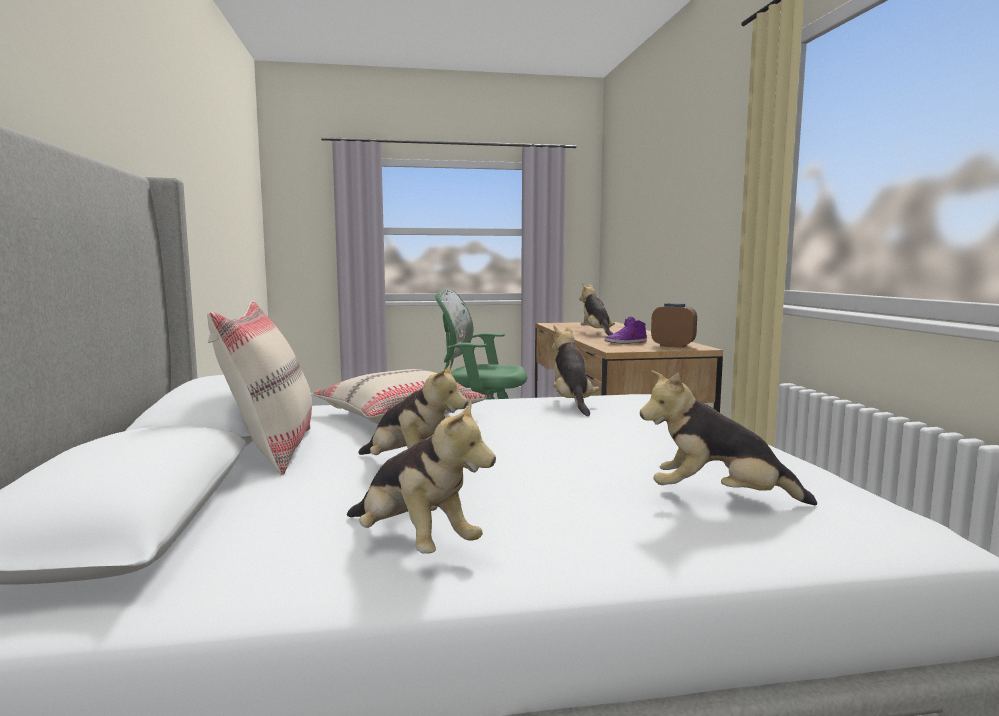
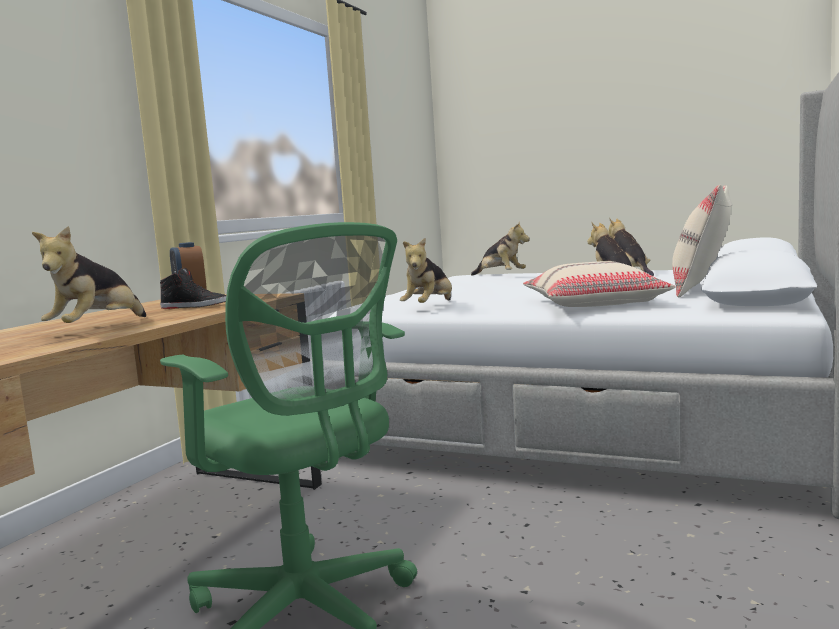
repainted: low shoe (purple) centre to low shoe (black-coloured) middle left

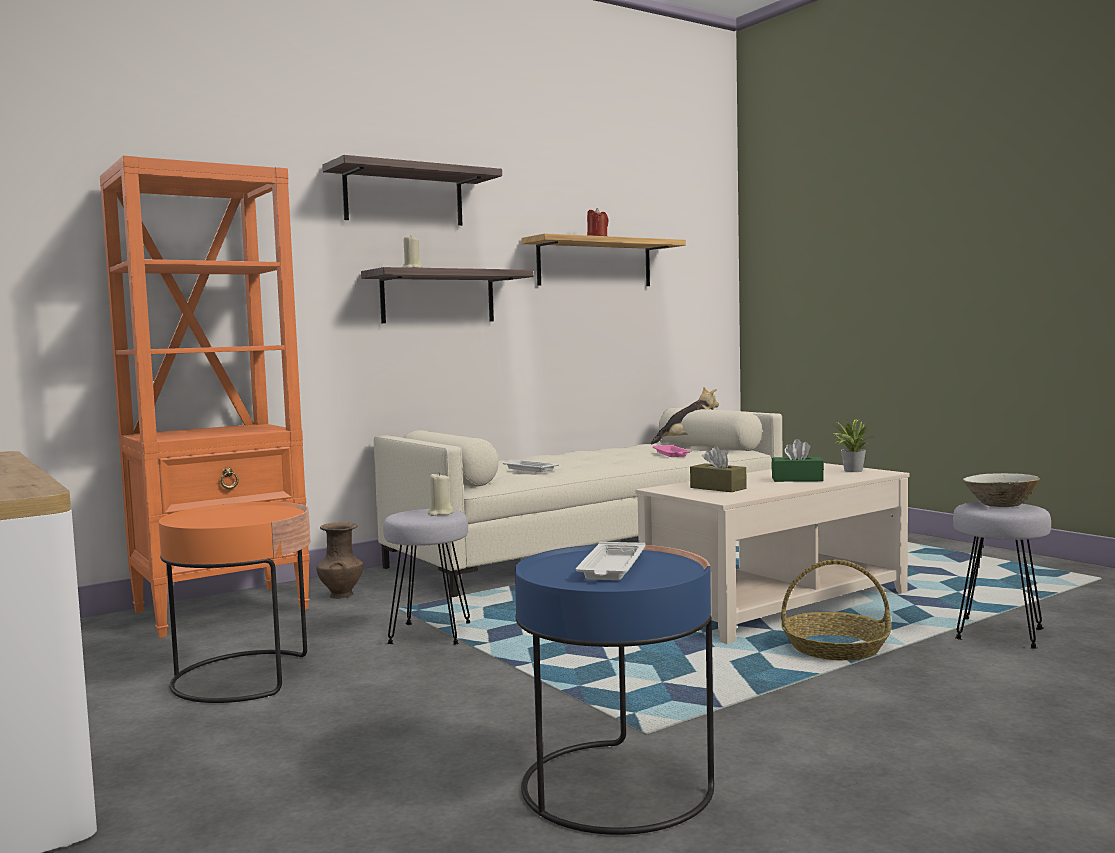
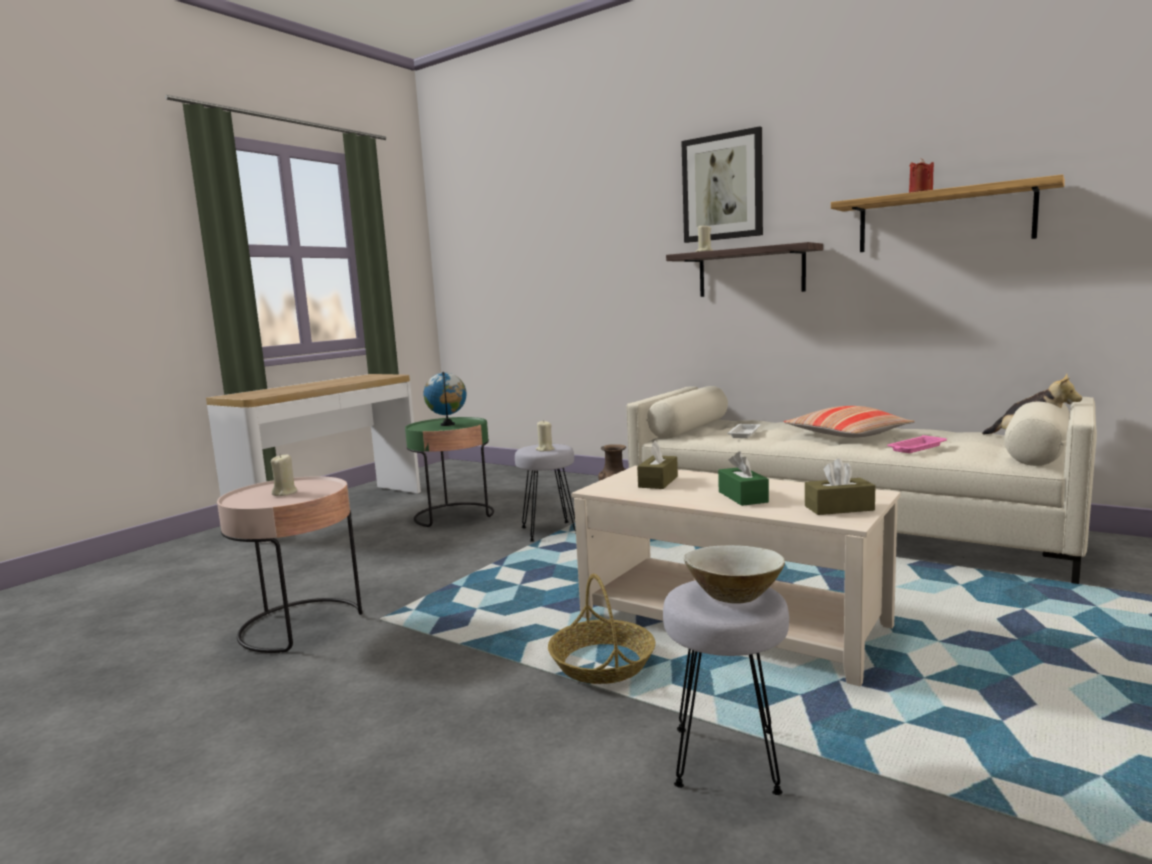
gone: bookshelf (orange-coloured) middle left
new: world globe centre; cushion middle right
swapped: bracket shelf (no. 1 from left) top centre to wall picture top centre; carrying tray (white) (no. 2 from left) centre to wax light (sand-coloured) (no. 1 from left) middle left; houseplant middle right to tissue box (brownish) (no. 2 from left) middle right
repainted: accent table (orange-coloured) bottom left to accent table (greenish) centre; accent table (bluish) bottom centre to accent table (pink-coloured) middle left

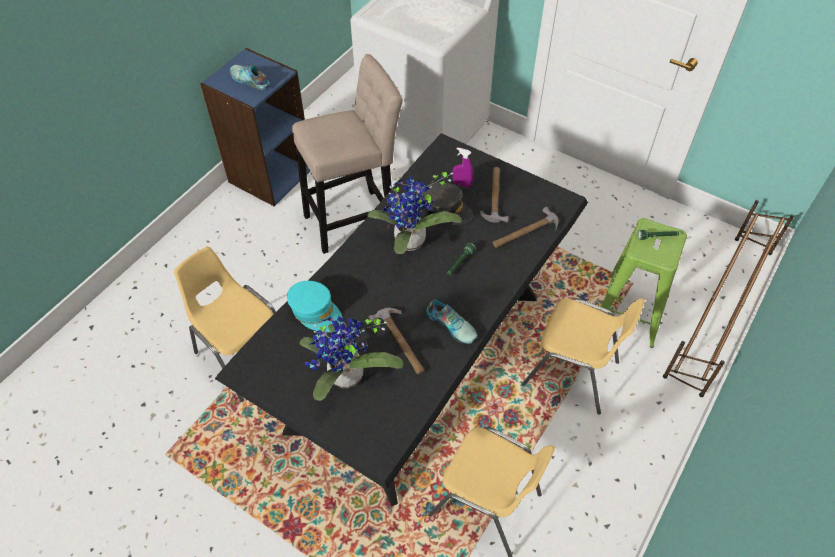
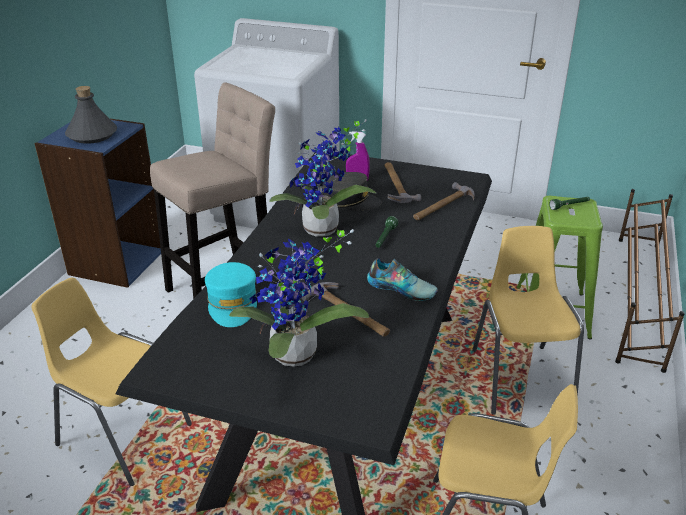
swapped: low shoe (no. 1 from left) top left to bottle (grey) top left
rotated: peaked cap (blue-green) centre = centre 60 degrees clockwise; chair (yellowish) (no. 3 from left) middle right = middle right 105 degrees counterclockwise

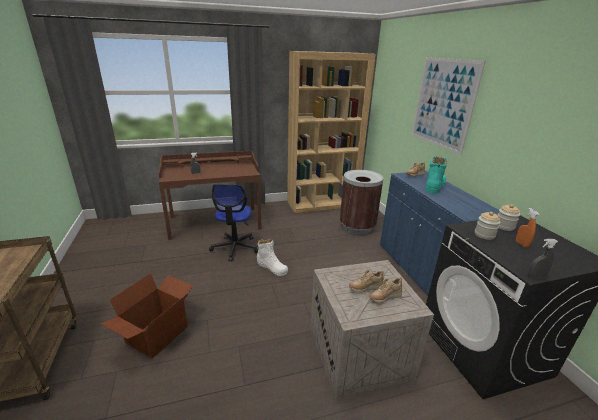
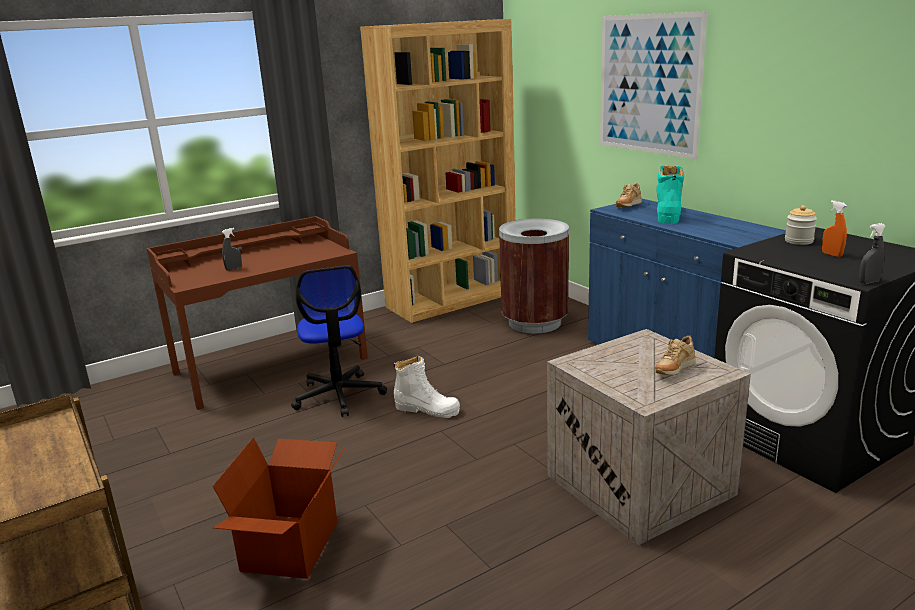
gone: low shoe (sand-coloured) (no. 1 from left) bottom centre; jar (no. 1 from left) middle right

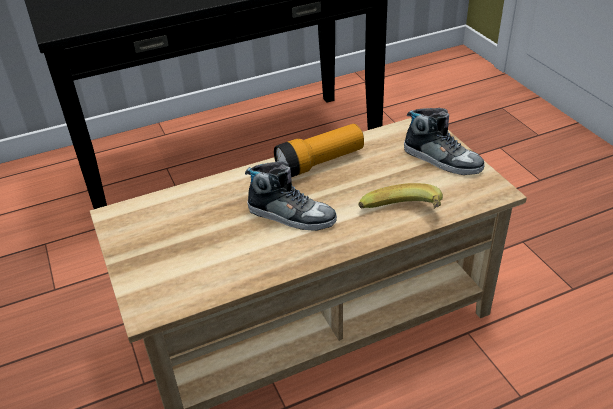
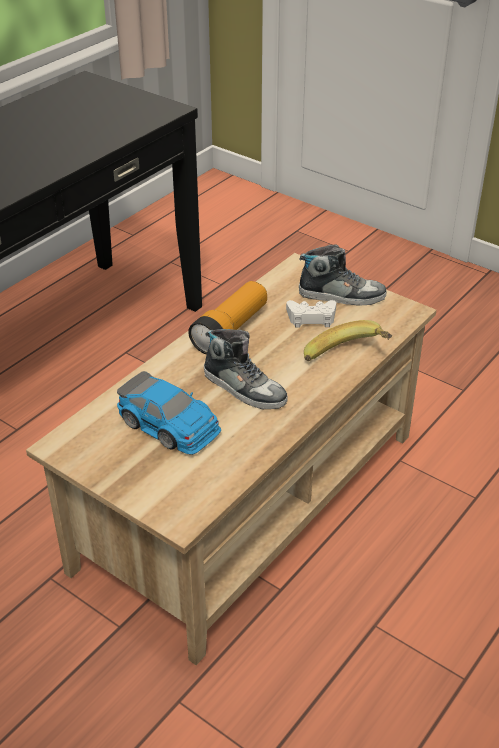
new: toy car centre; gamepad (white) centre
rotated: low shoe (no. 1 from left) centre = centre 45 degrees clockwise

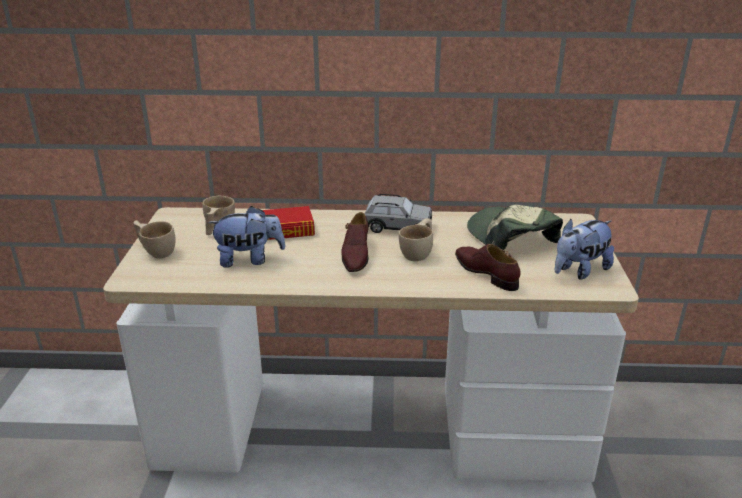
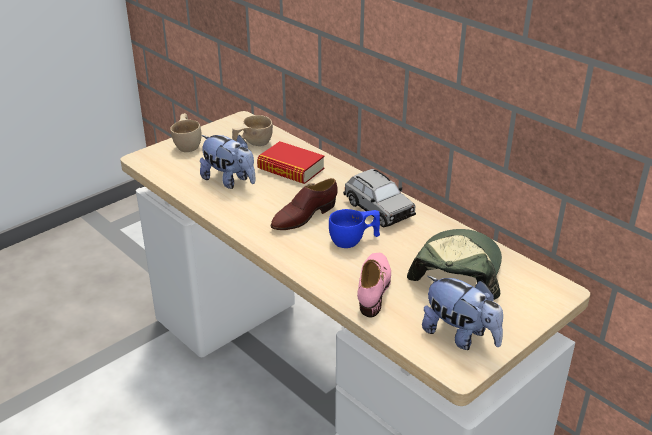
repainted: small cup (sand-coloured) (no. 3 from left) centre to small cup (bluish) centre; low shoe (brownish) (no. 2 from left) centre to low shoe (pink-coloured) centre
rotated: plush toy (no. 2 from left) middle right = bottom right 150 degrees counterclockwise

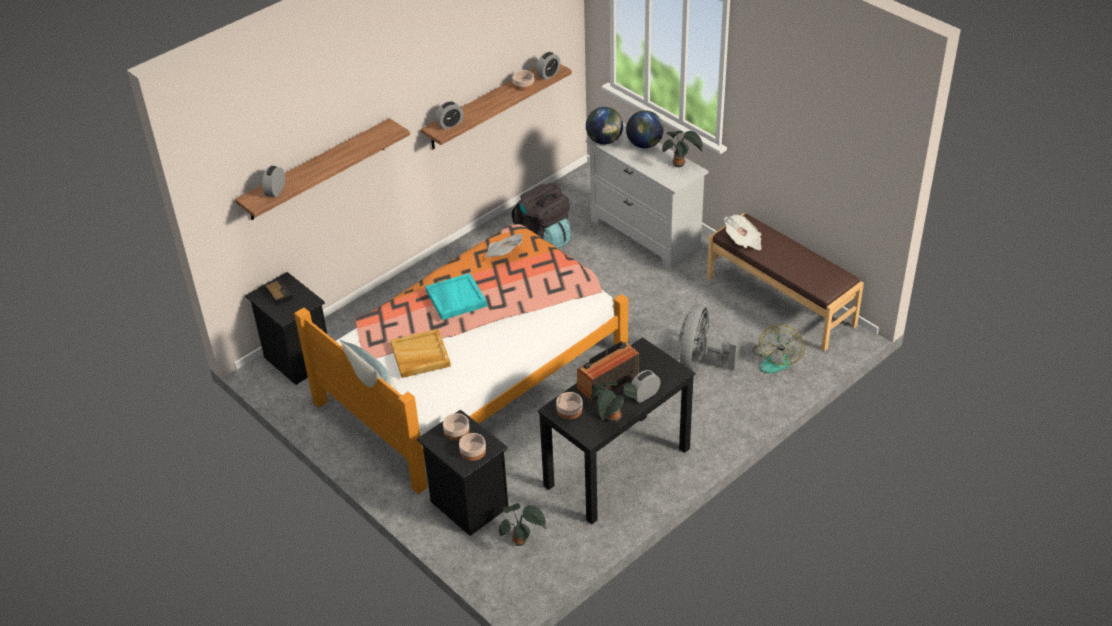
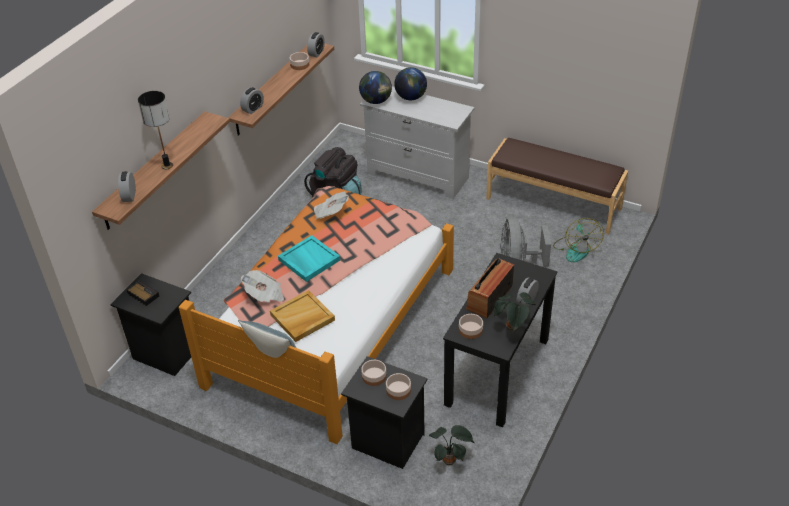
gone: houseplant (no. 3 from left) top centre
new: table lamp top left
shifted: daily paper (no. 2 from left in the first image) middle right to daily paper (no. 1 from left) middle left

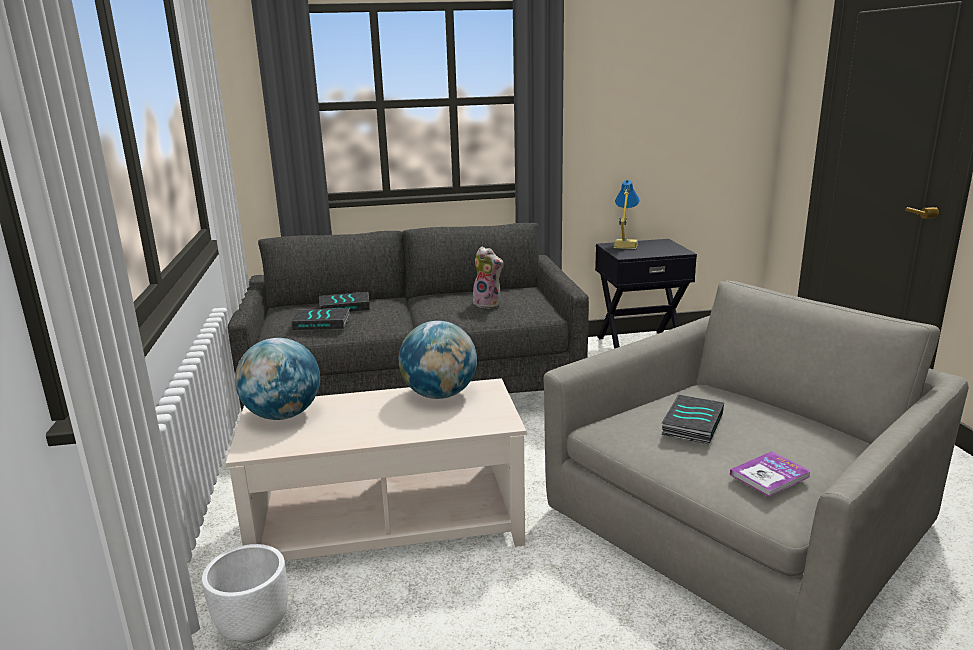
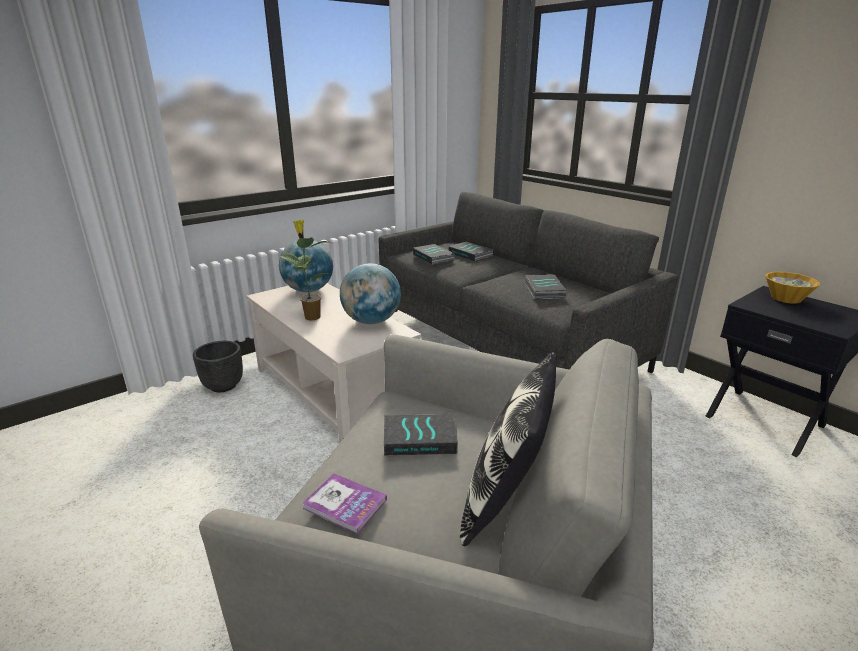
new: houseplant centre; cushion bottom centre
swapped: plush toy centre to bound book (no. 5 from left) centre; table lamp top centre to serving bowl middle right
repainted: planter (white) bottom left to planter (black-coloured) middle left

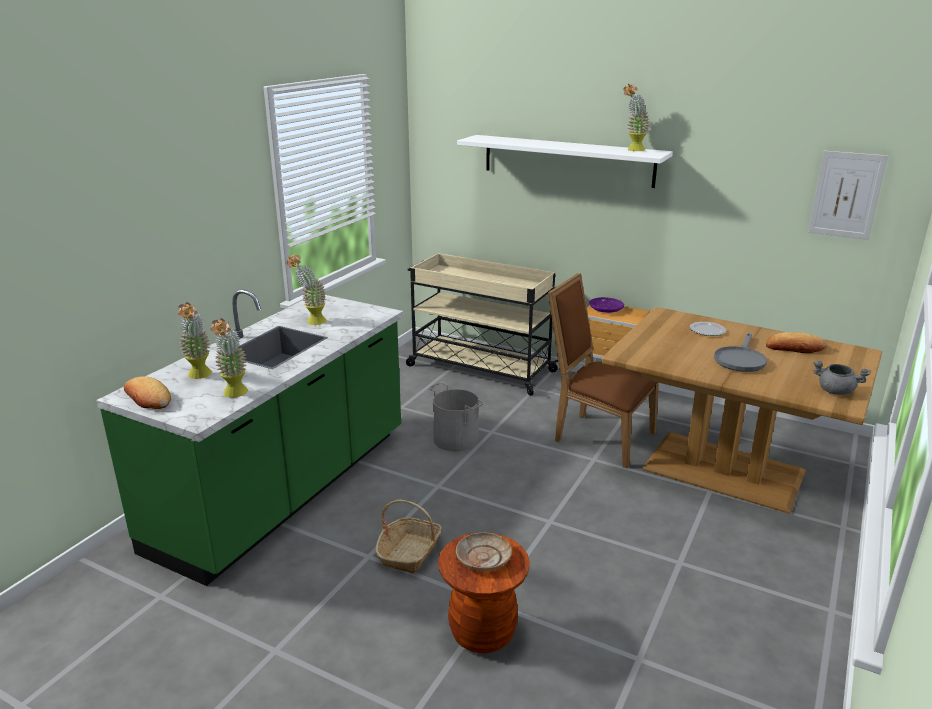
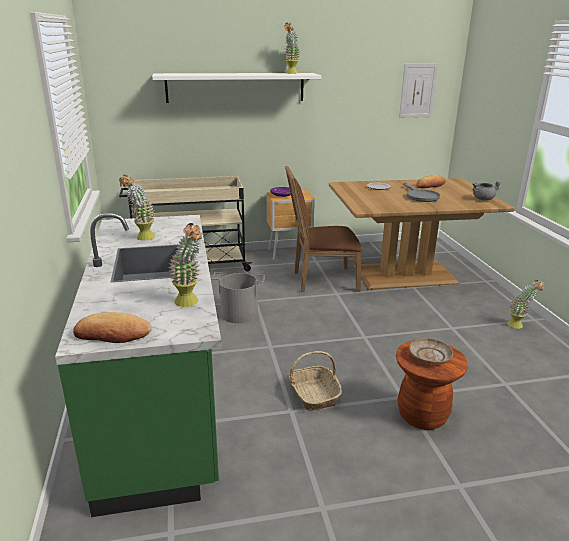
shifted: houseplant (no. 1 from left in the first image) middle left to houseplant (no. 4 from left) middle right

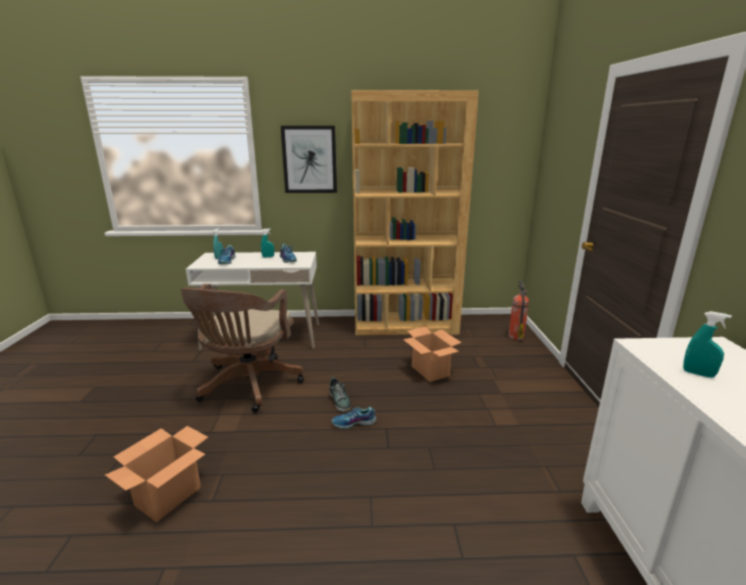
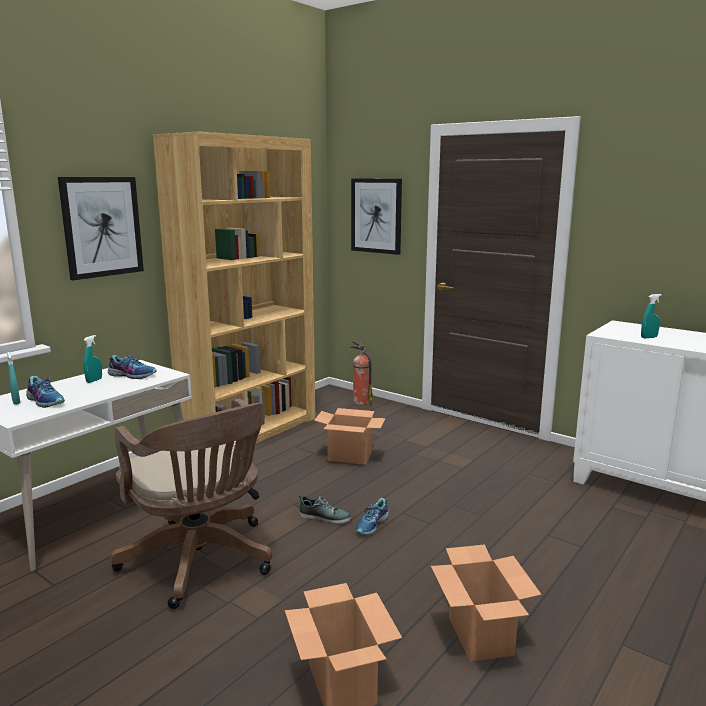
new: wall picture (no. 2 from left) top centre; cardboard box (no. 3 from left) bottom right

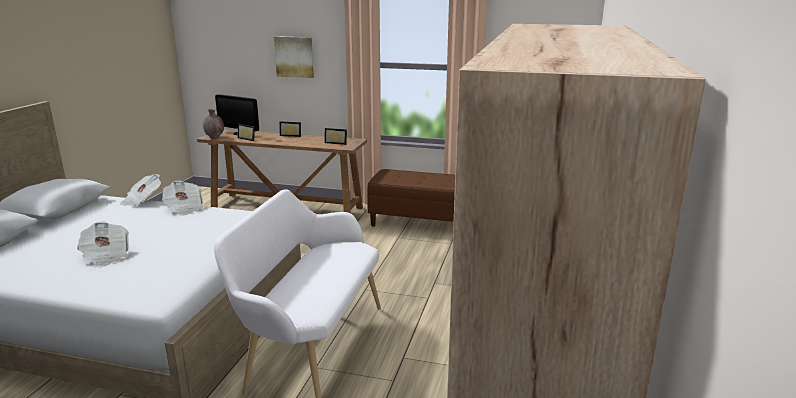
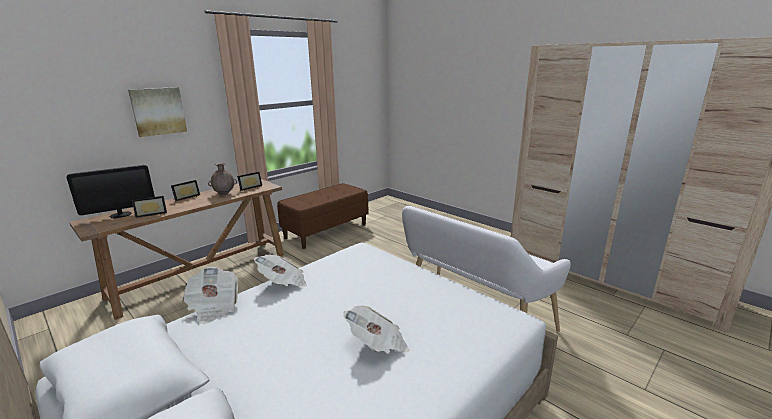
shifted: decorative vase (brownish) top left to middle left

